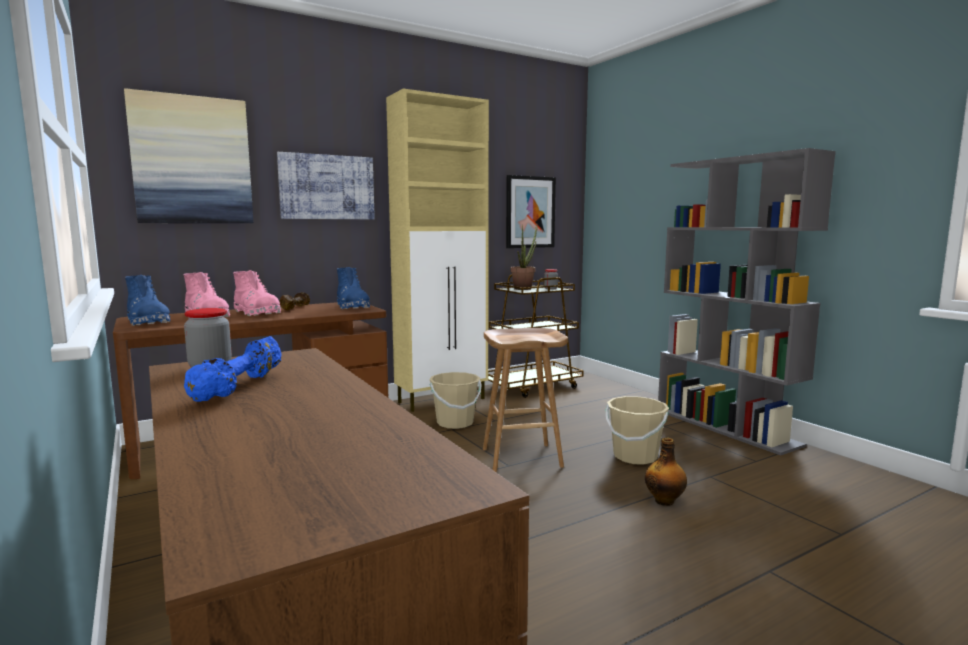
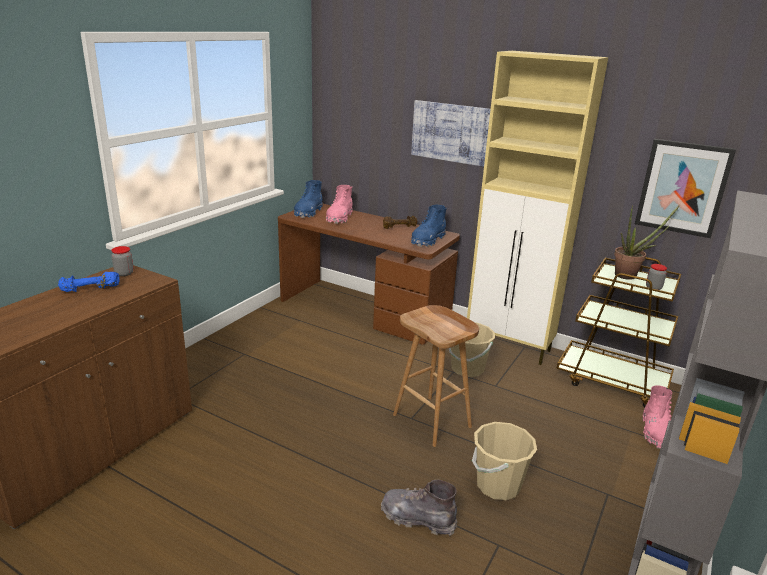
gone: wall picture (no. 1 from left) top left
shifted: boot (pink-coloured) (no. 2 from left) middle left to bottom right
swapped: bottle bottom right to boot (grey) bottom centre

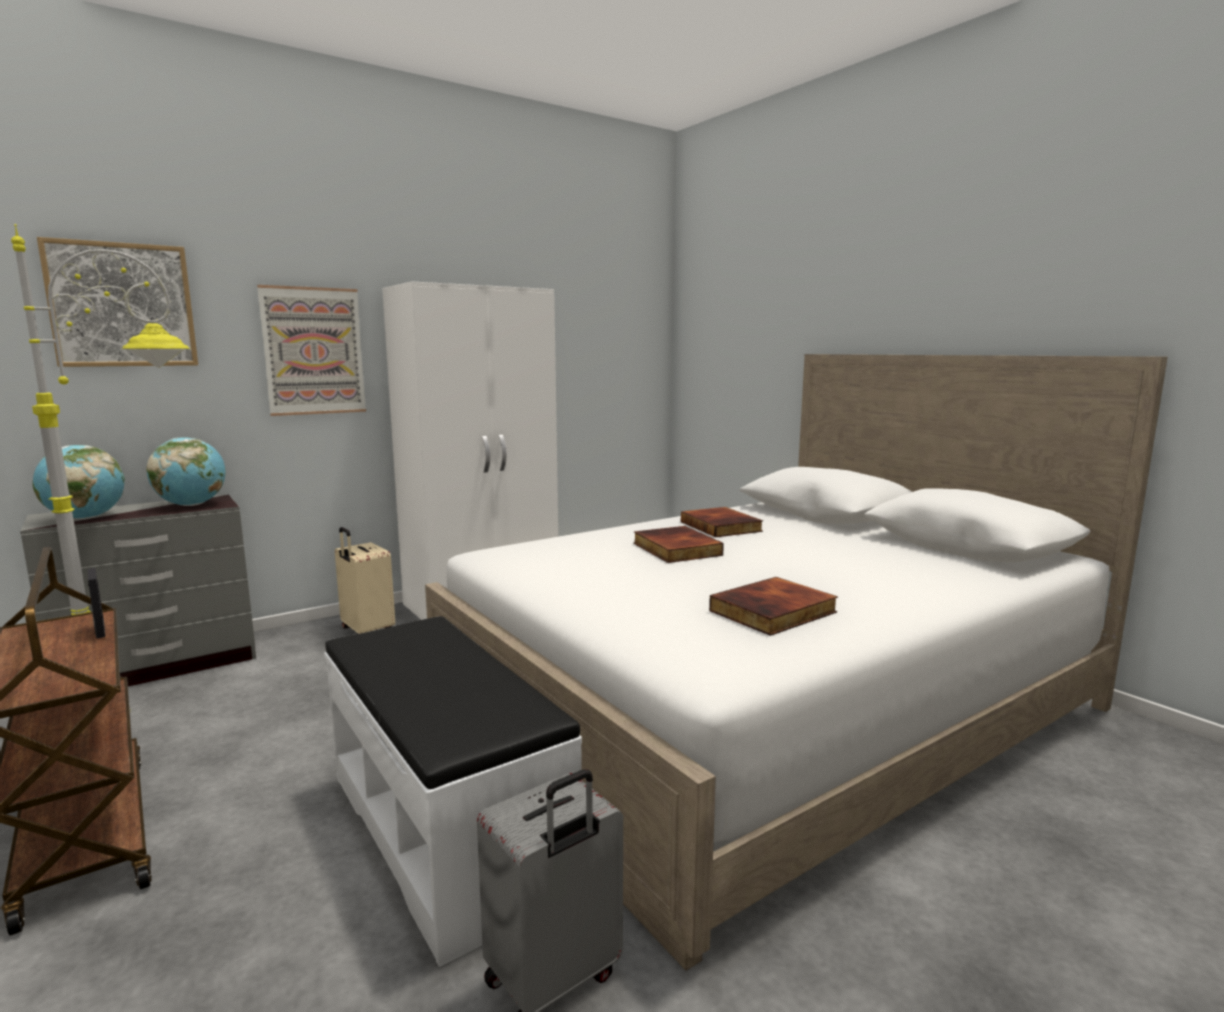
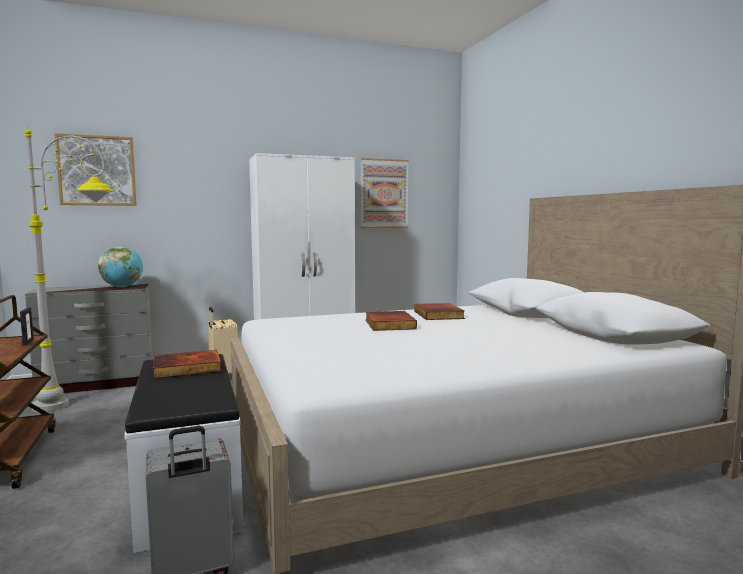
gone: world globe (no. 1 from left) middle left
shifted: wall picture (no. 2 from left) middle left to centre; bound book (no. 3 from left in the first image) centre to bound book (no. 1 from left) middle left

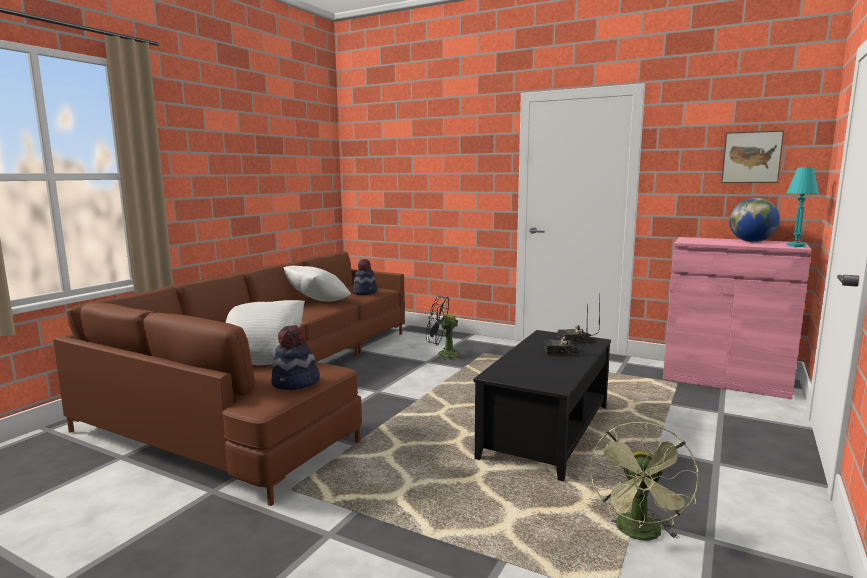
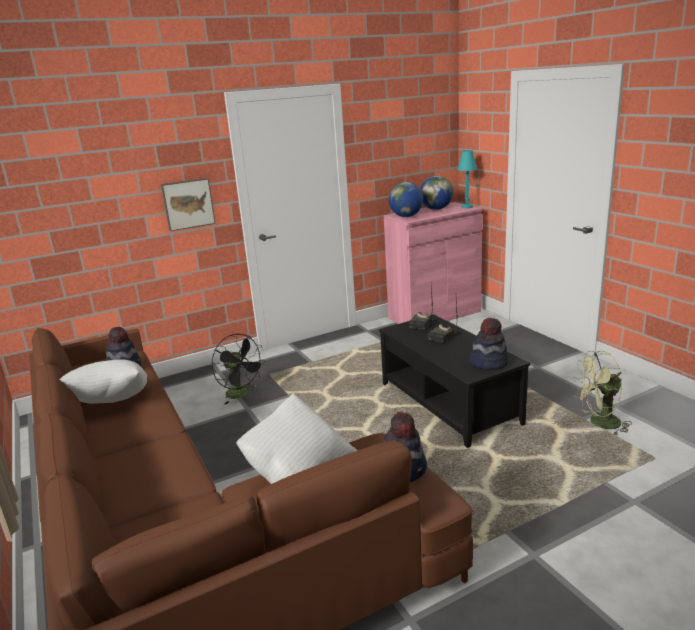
new: world globe (no. 1 from left) top centre; wearable hat (no. 3 from left) middle right
shifted: wall picture top right to top left
rotated: cooling fan (black-coloured) centre = centre 90 degrees counterclockwise; cooling fan (greenish) bottom right = middle right 120 degrees clockwise

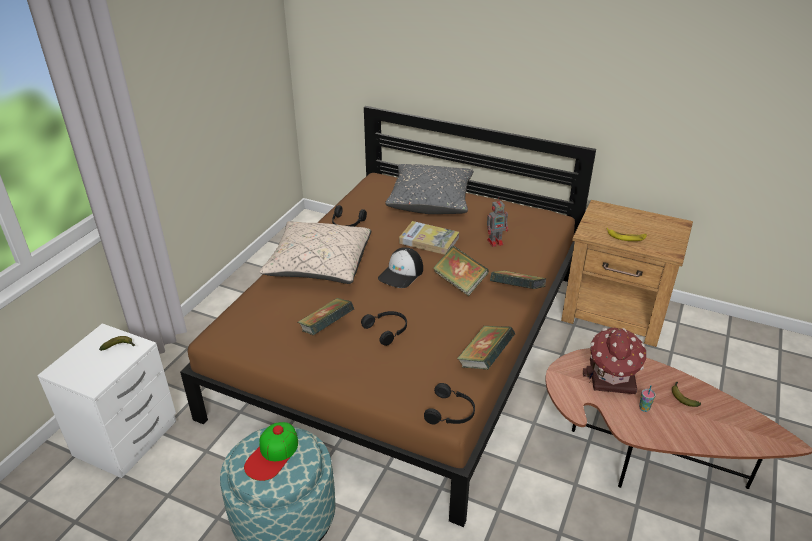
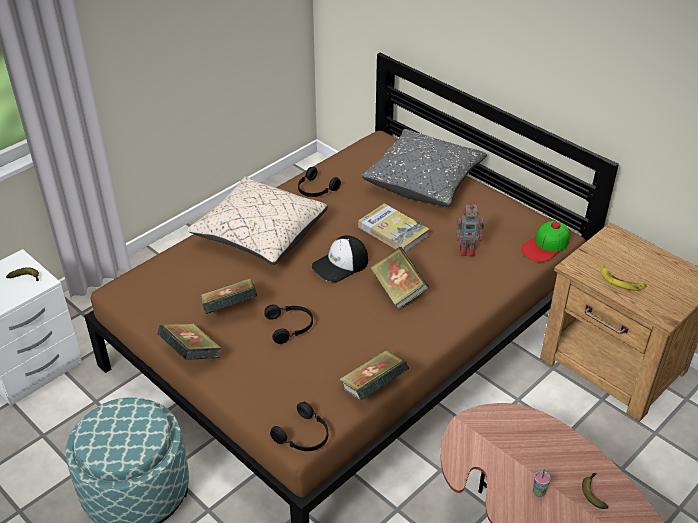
gone: model house middle right
shifted: peaked cap (no. 1 from left in the first image) bottom centre to peaked cap (no. 2 from left) middle right; bound book (no. 5 from left in the first image) centre to bound book (no. 1 from left) middle left

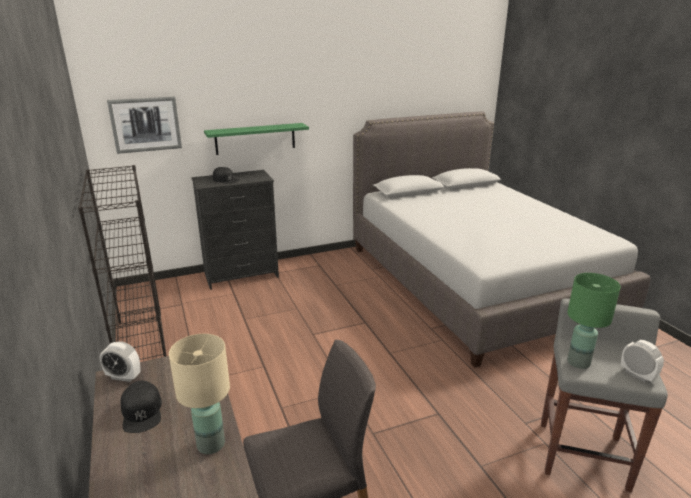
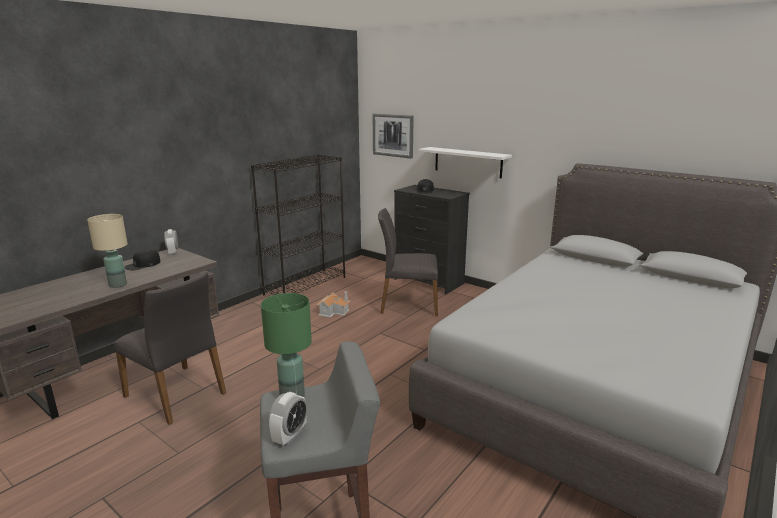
new: model house centre; chair (grey) (no. 2 from left) centre
repainted: bracket shelf (greenish) top centre to bracket shelf (white) top centre

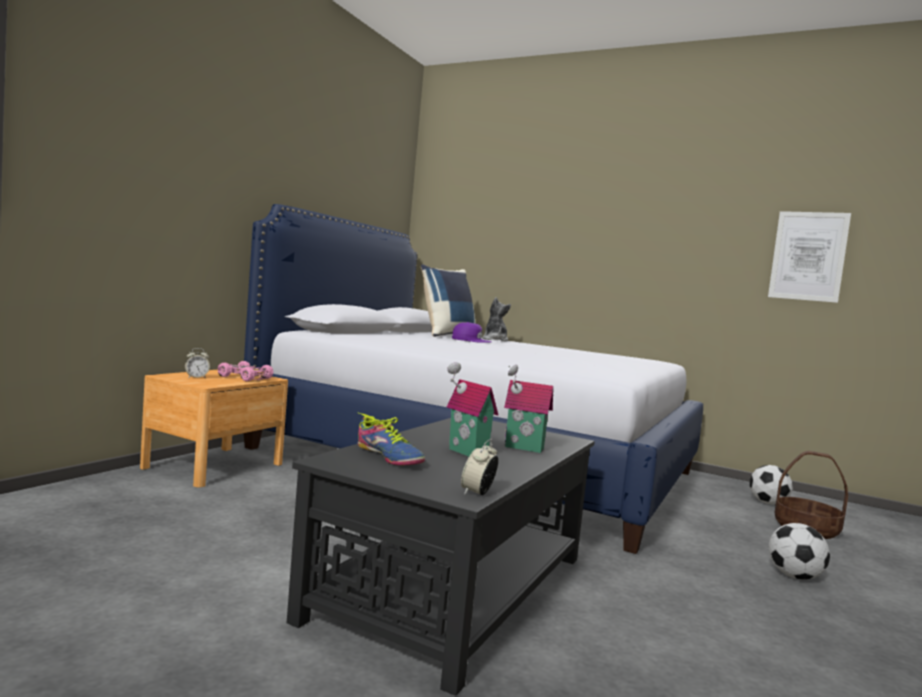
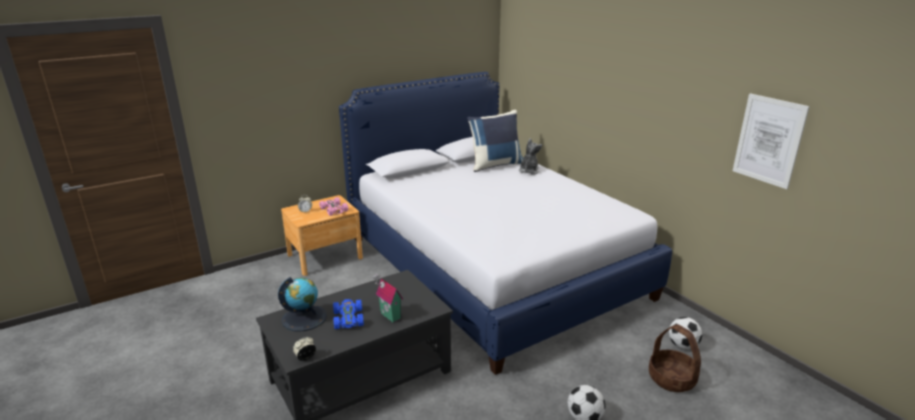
gone: peaked cap (purple) centre
swapped: low shoe centre to world globe bottom left; model house (no. 1 from left) centre to toy car (bluish) bottom centre

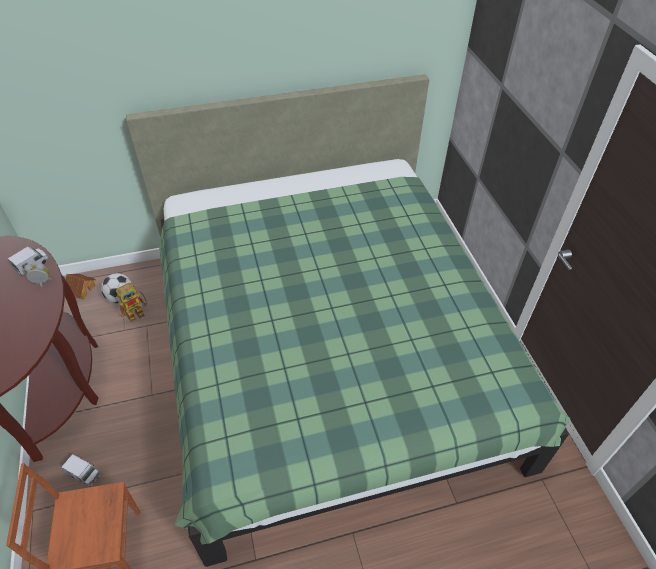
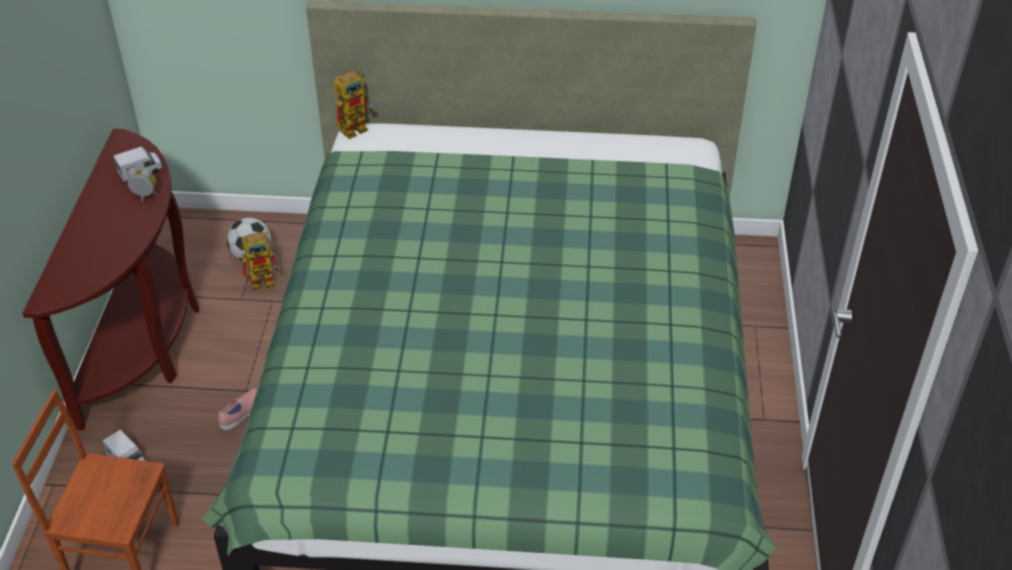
gone: model house middle left
new: low shoe (pink-coloured) bottom left; robot figure (no. 2 from left) top centre

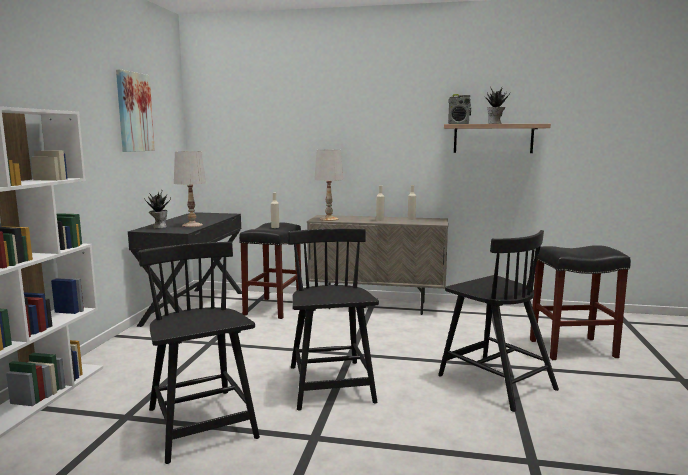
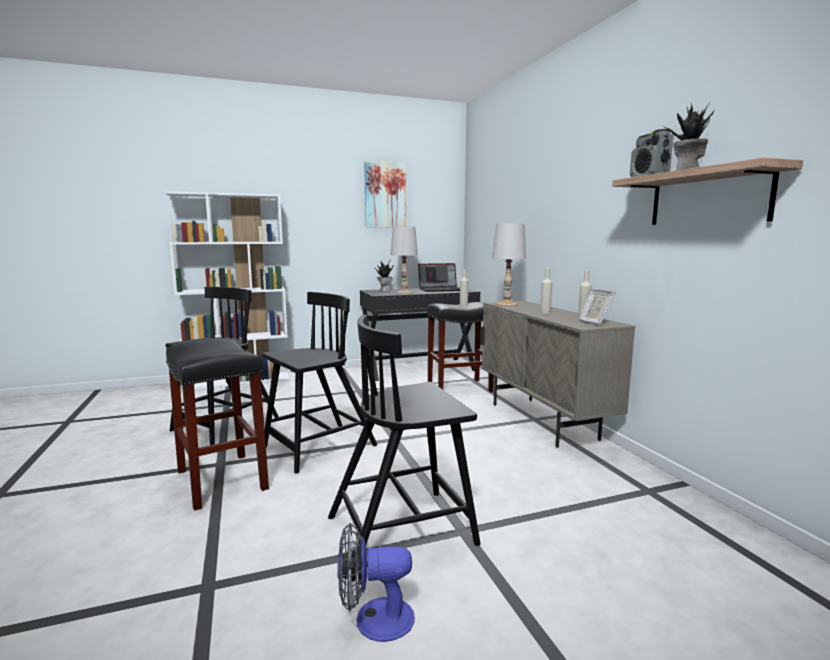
new: cooling fan bottom centre; notebook computer centre; photo frame middle right
shifted: sitting stool (black-coloured) (no. 2 from left in the first image) middle right to sitting stool (black-coloured) (no. 1 from left) middle left
rotated: chair (black-coloured) (no. 3 from left) bottom right = centre 45 degrees clockwise

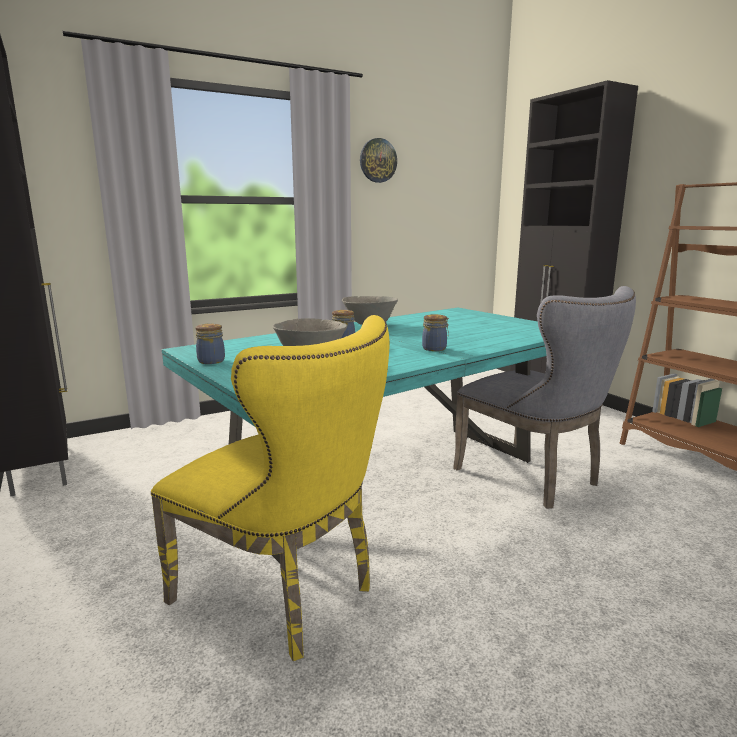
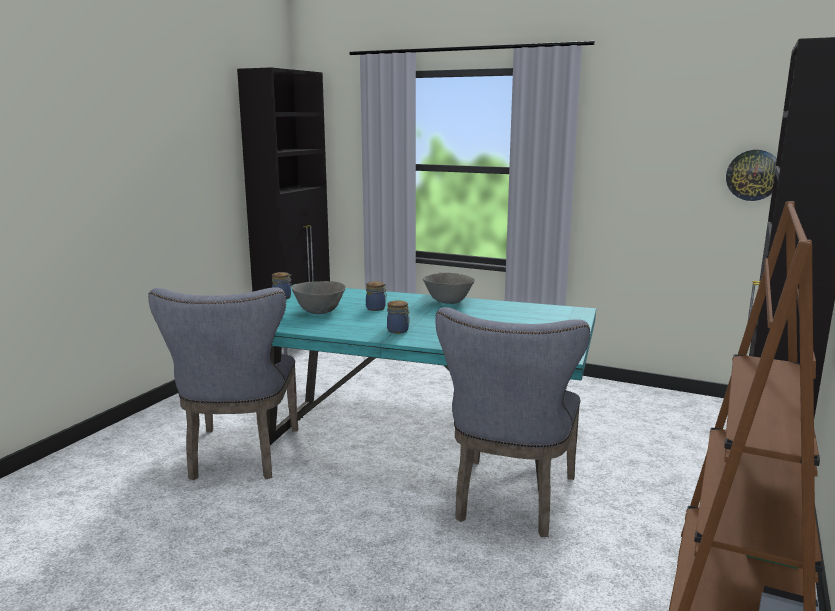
shifted: wall clock top centre to top right
repainted: chair (yellowish) centre to chair (grey) (no. 1 from left) middle left

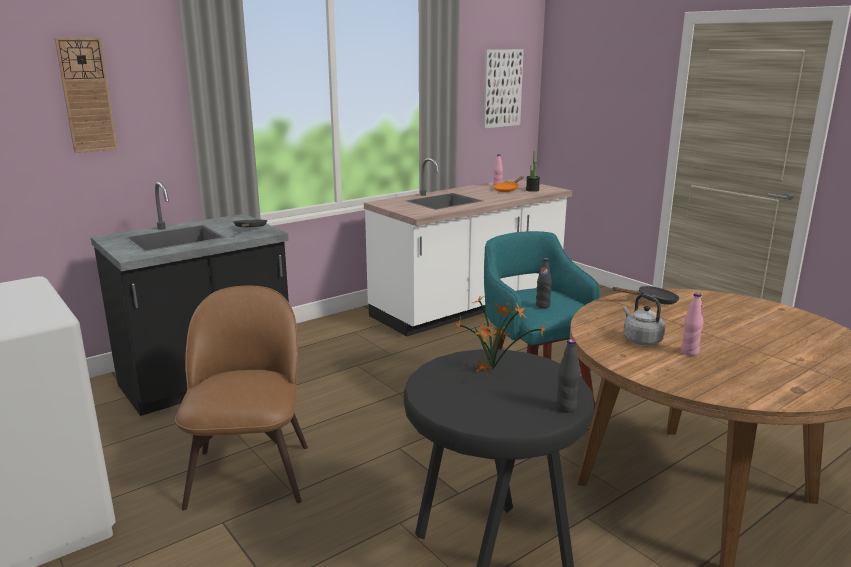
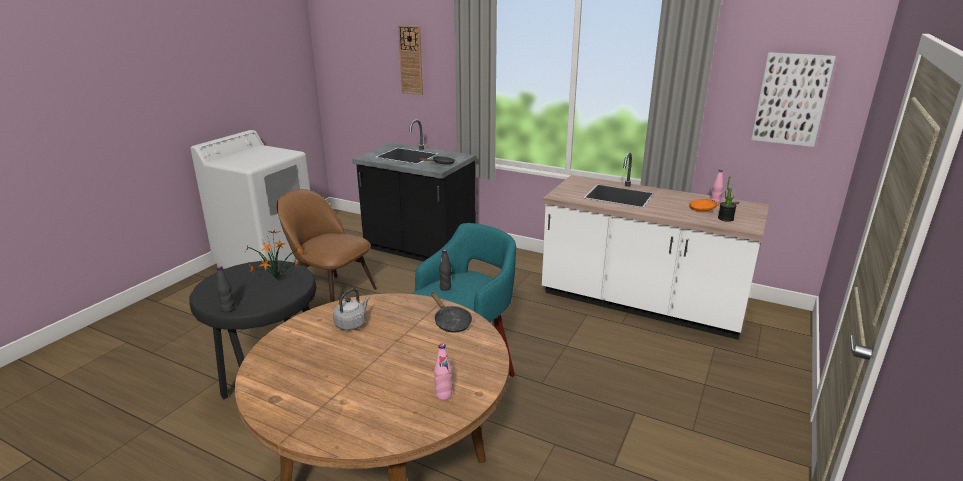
shifted: bottle (pink-coloured) (no. 2 from left in the first image) middle right to bottle (pink-coloured) (no. 1 from left) bottom centre
rotated: chair (brownish) bottom left = centre 120 degrees counterclockwise

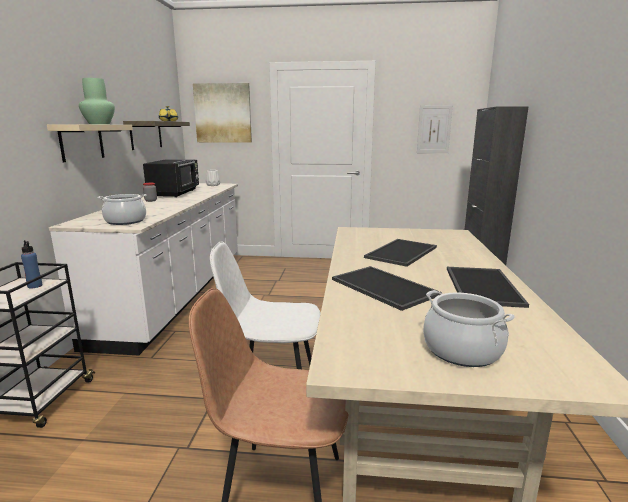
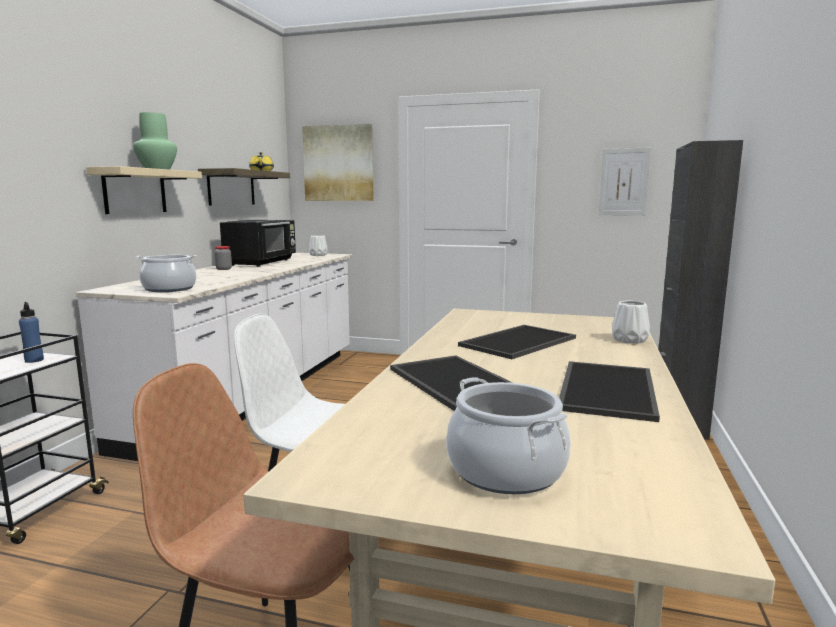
new: decorative vase (white) (no. 2 from left) middle right

